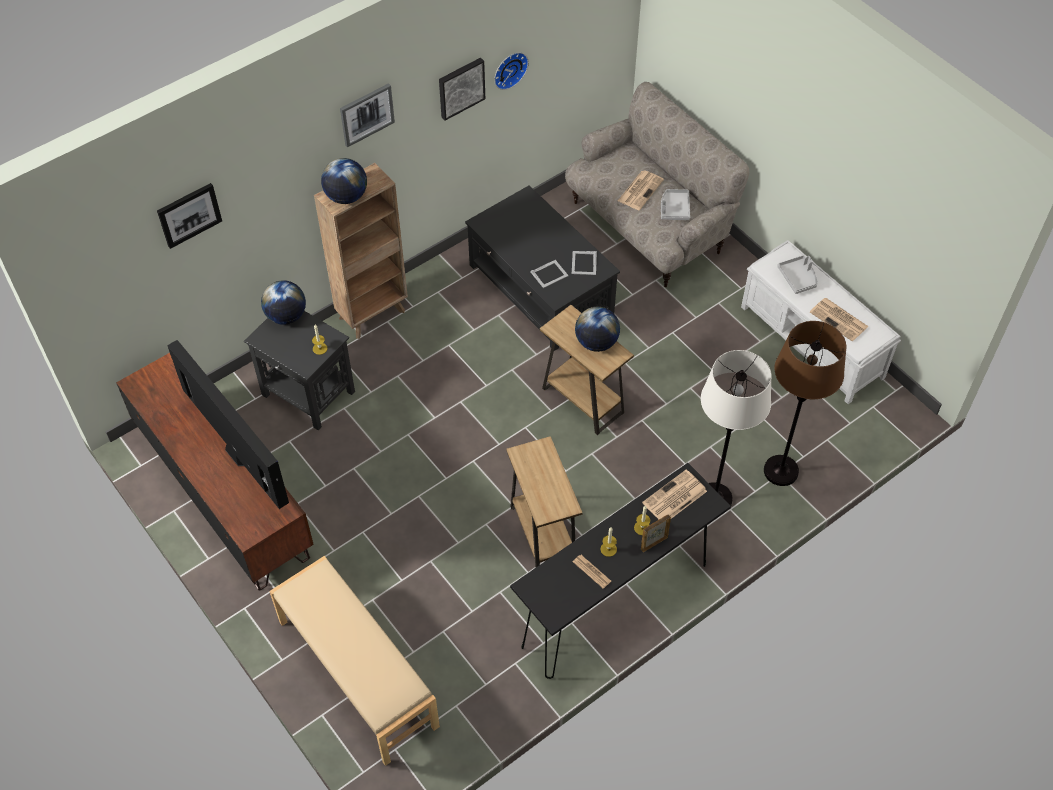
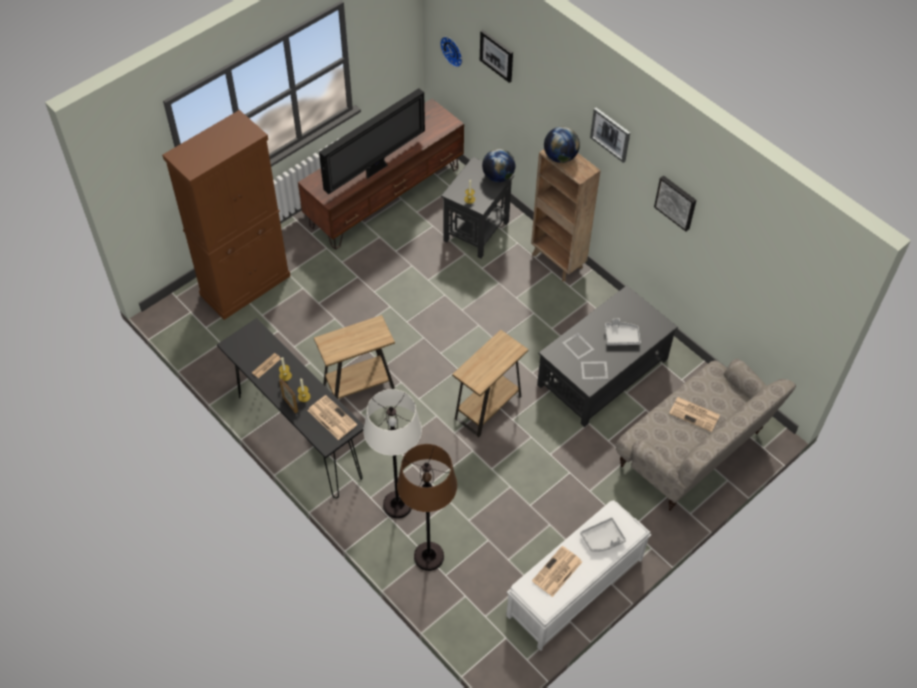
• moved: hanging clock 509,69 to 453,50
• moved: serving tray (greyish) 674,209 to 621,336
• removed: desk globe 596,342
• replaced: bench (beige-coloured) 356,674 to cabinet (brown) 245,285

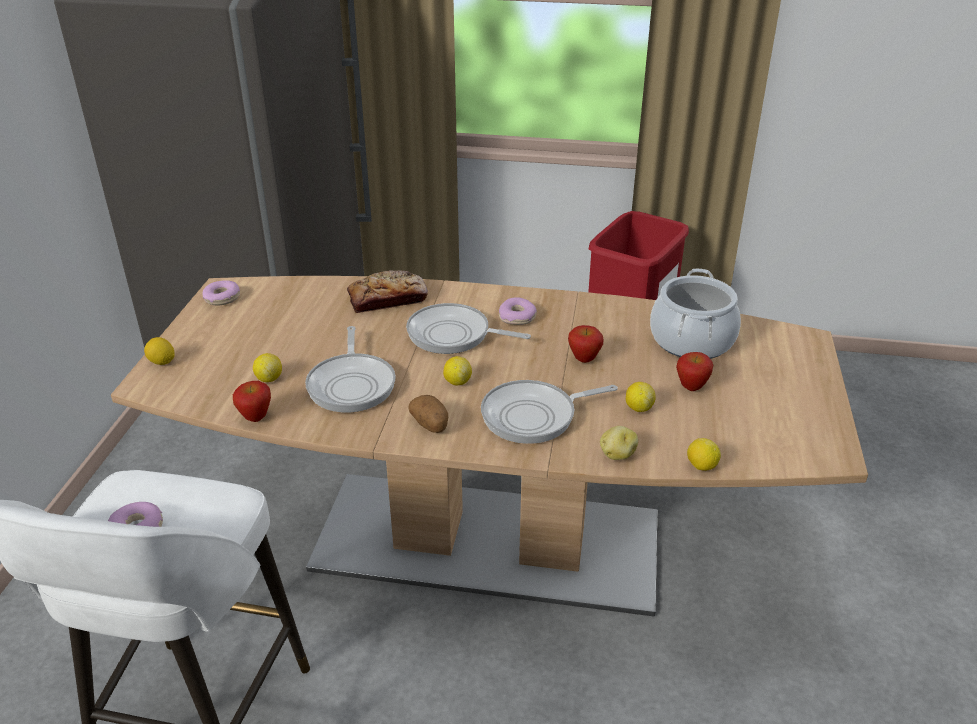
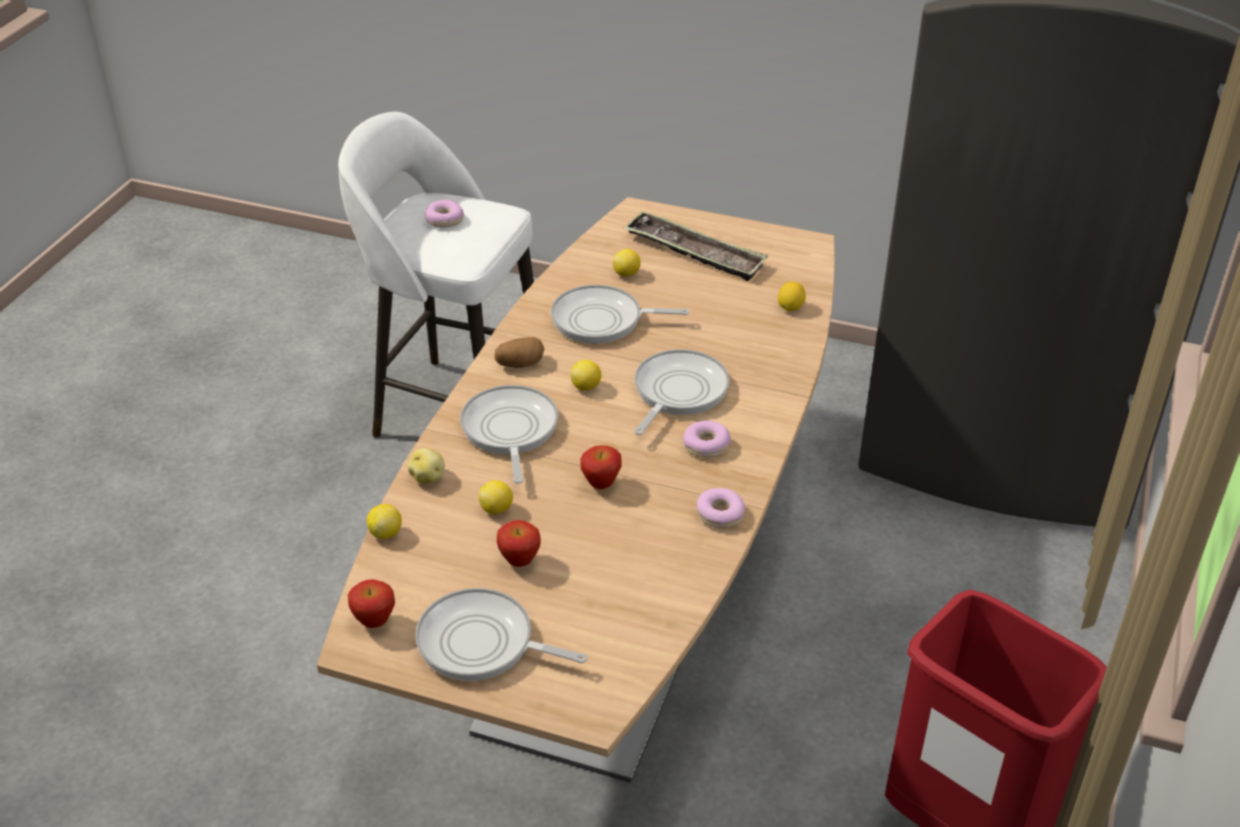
• removed: stockpot 691,340
• removed: bread 388,299
• moved: doughnut 222,298 to 720,514
• moved: whole lemon 162,362 to 790,307
• moved: whole apple 255,418 to 374,622
• added: serving tray 694,253
• added: frying pan 482,644

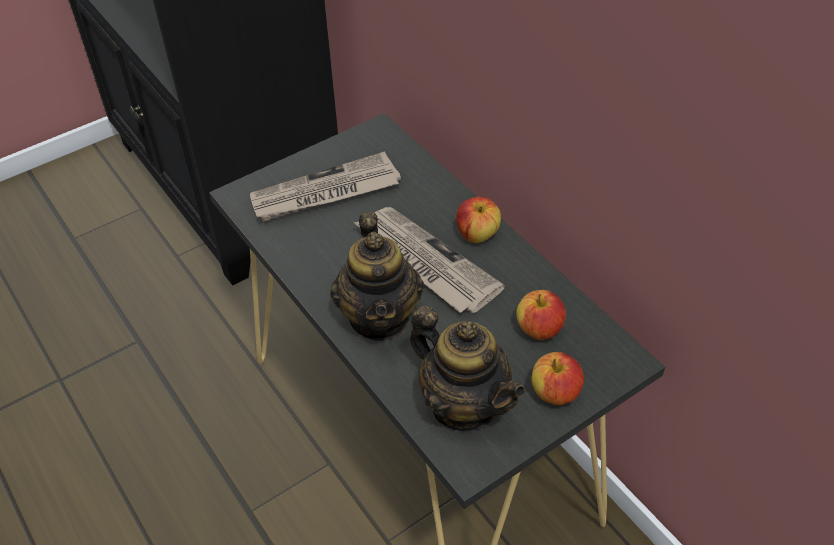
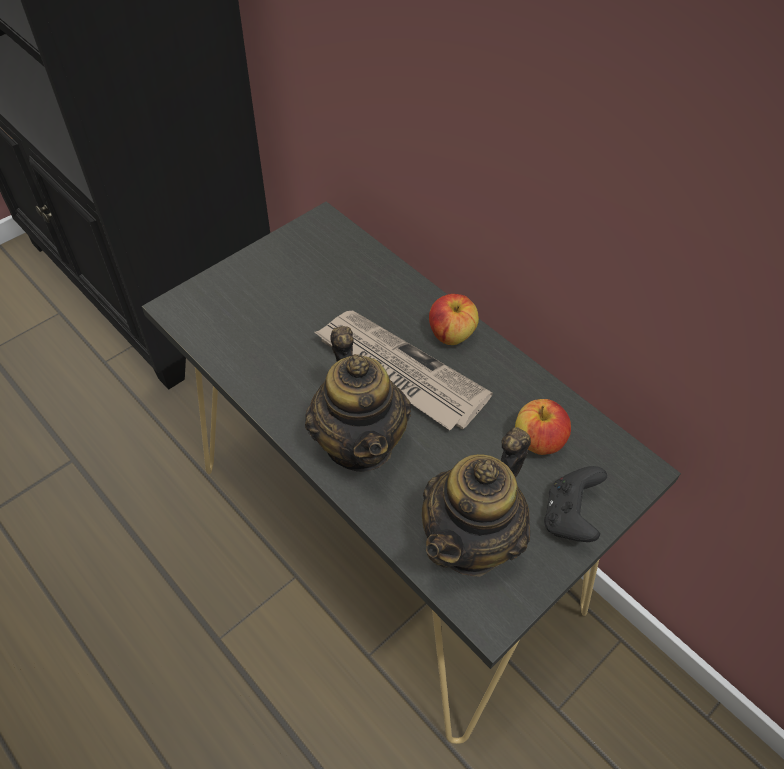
• removed: daily paper 325,193
• turned: tea pot 464,404 = 471,541 90 degrees clockwise
• replaced: whole apple 555,393 to joypad (black) 569,517

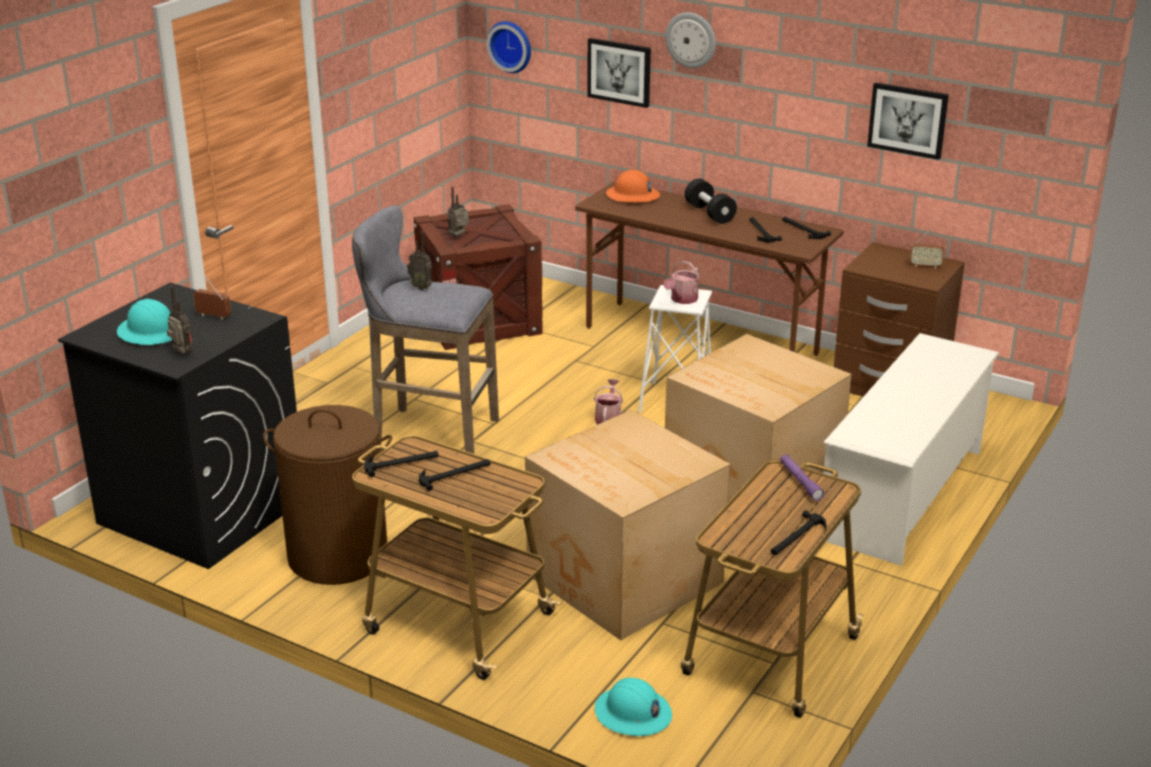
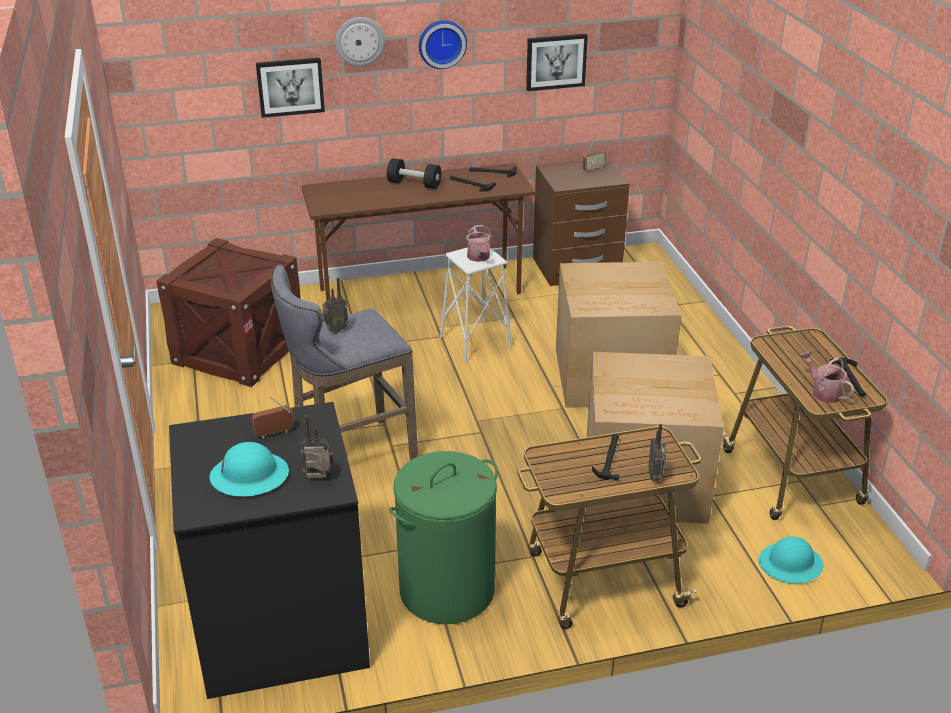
• moved: hanging clock 511,46 to 441,43
• removed: hard hat (orange-coloured) 632,196
• moved: radio receiver 459,236 to 656,476
• removed: shoe shelf (white-coloured) 903,494
• moved: sprinkling can 608,418 to 823,392
• recoloured: washing basket (brown) 338,556 to washing basket (green) 447,589
• removed: tool hammer 401,463
• removed: hand torch (purple) 800,482

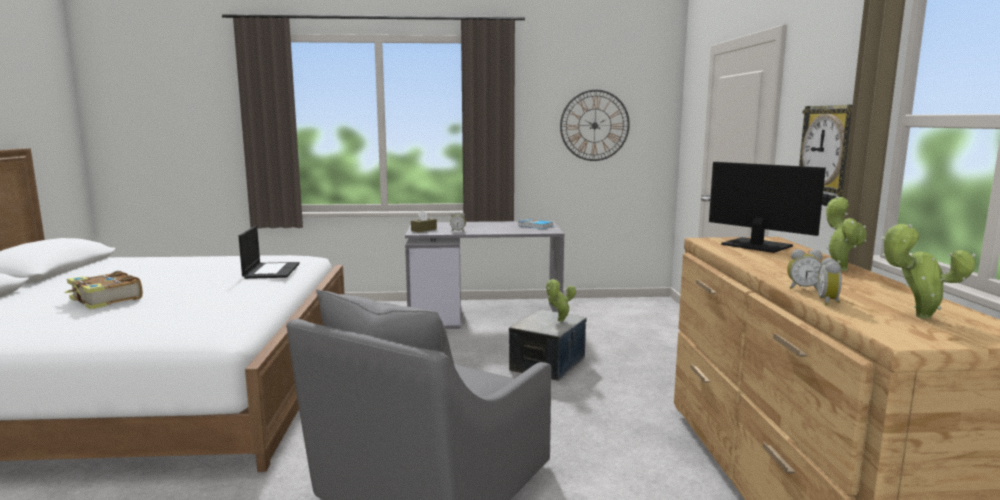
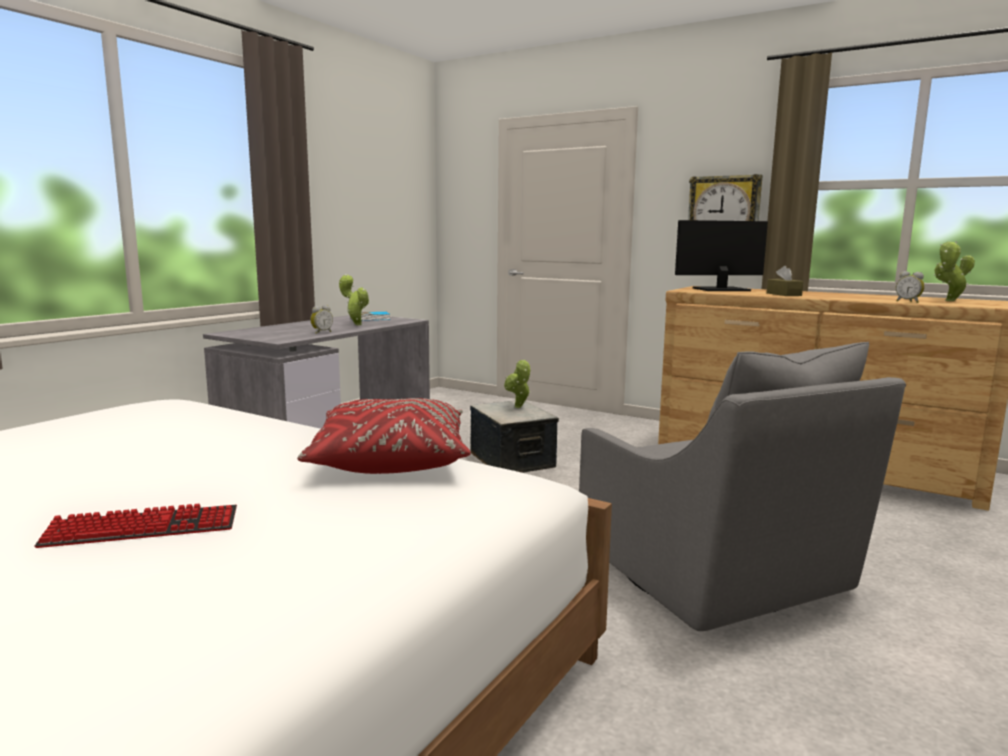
• removed: hanging clock 594,125
• moved: plant in a pot 840,268 to 356,324
• moved: tissue box (brown) 424,230 to 783,294
• removed: notebook computer 271,270
• removed: table clock 802,288
• replaced: book 105,300 to PC keyboard 142,529
• added: pillow (red) 390,460

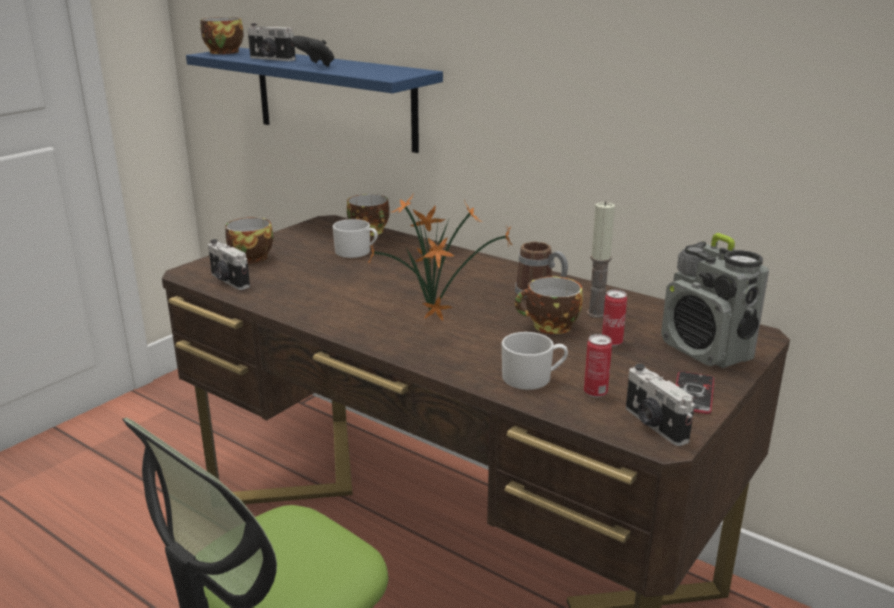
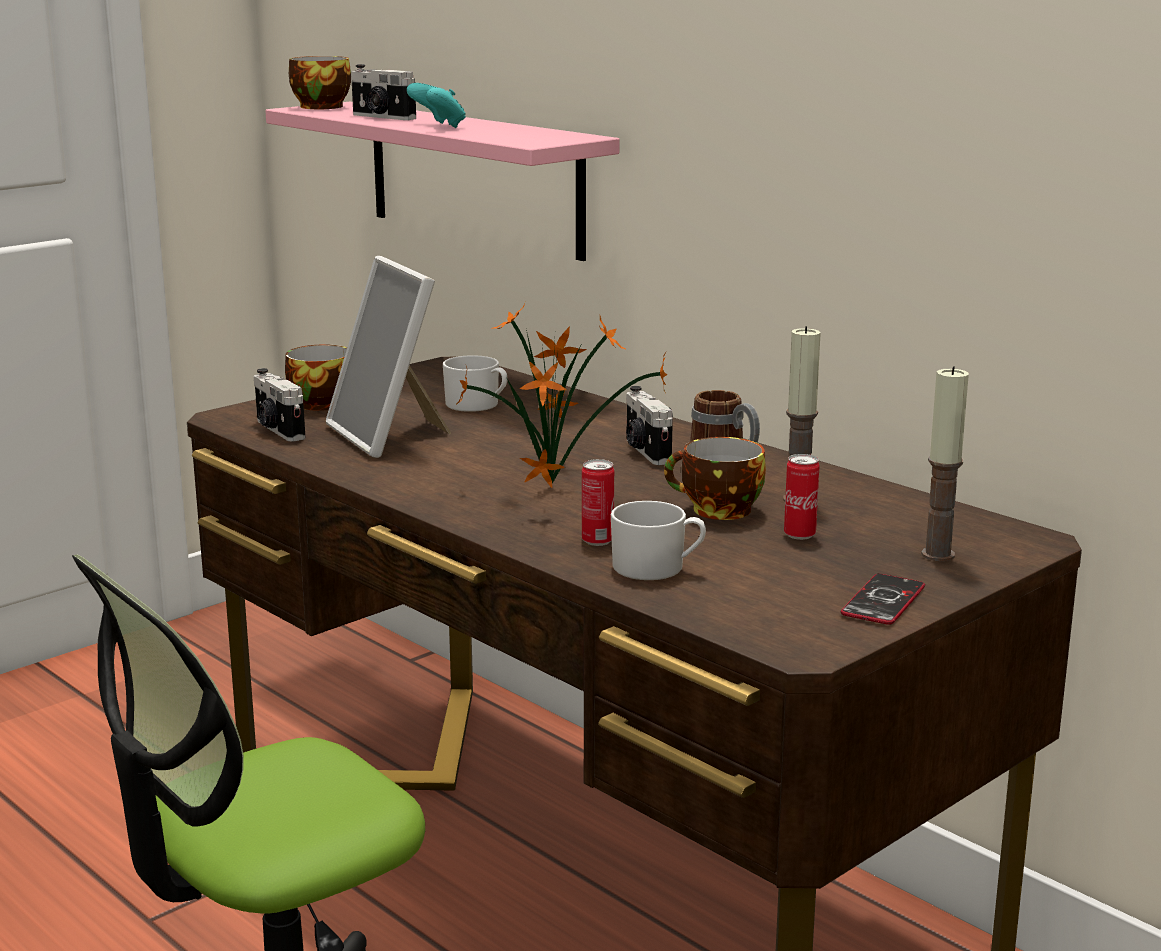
• recoloured: joypad (black) 315,65 to joypad (turquoise) 439,126
• recoloured: shelf (blue) 334,98 to shelf (pinkish) 474,178
• removed: cup 371,232
• replaced: radio receiver 706,351 to candle 938,554
• moved: metal can 595,393 to 597,541
• moved: still camera 654,425 to 645,451
• added: standing frame 390,436

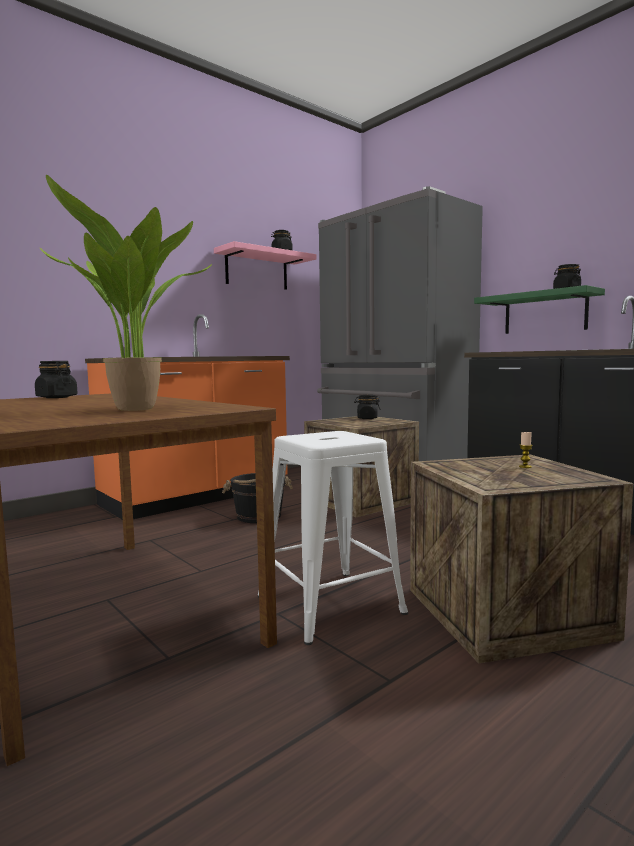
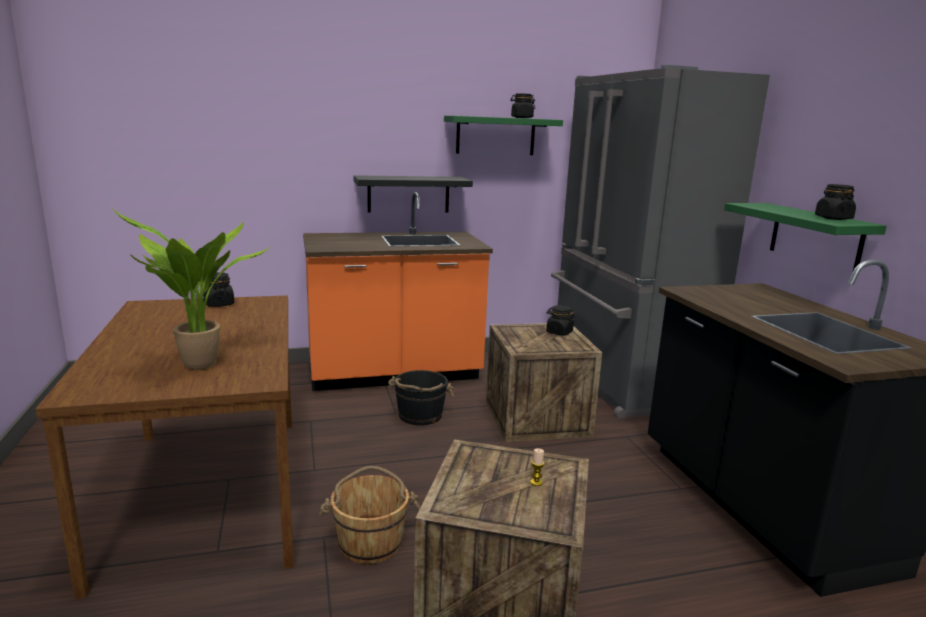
• recoloured: shelf (pinkish) 256,270 to shelf (green) 495,136
• replaced: sitting stool (white-coloured) 330,604 to water bucket (brown) 370,542
• added: shelf (black) 408,194

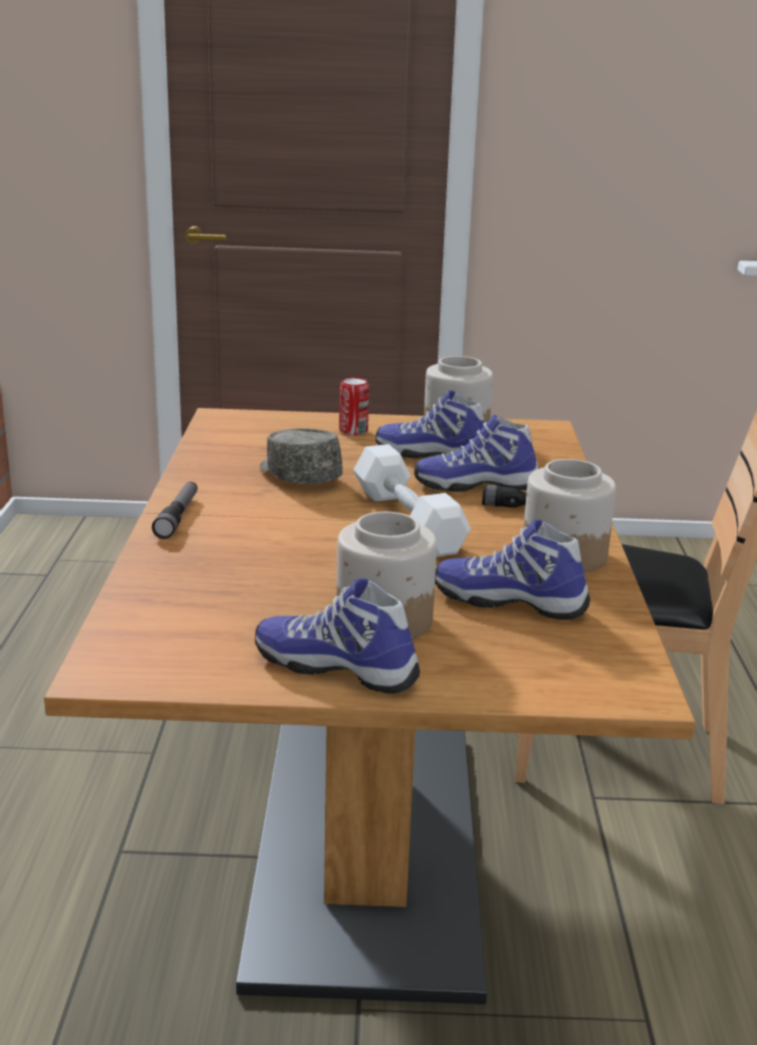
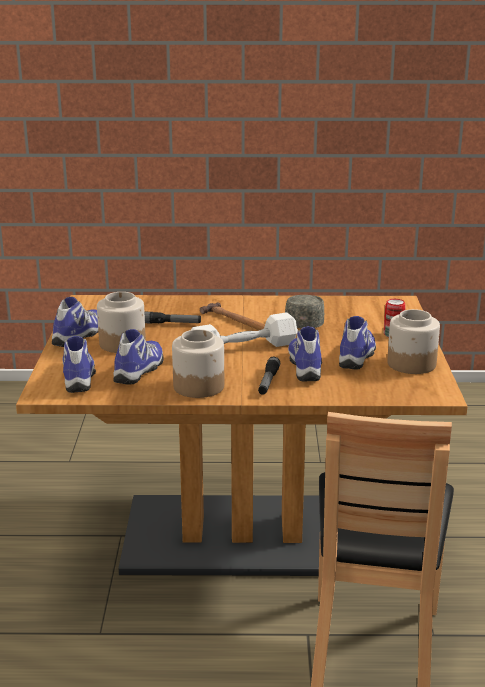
• turned: baseball cap (greyish) 297,475 = 305,322 45 degrees counterclockwise
• moved: hand torch 178,517 to 172,323
• added: tool hammer 236,321
• added: shoe 80,377

